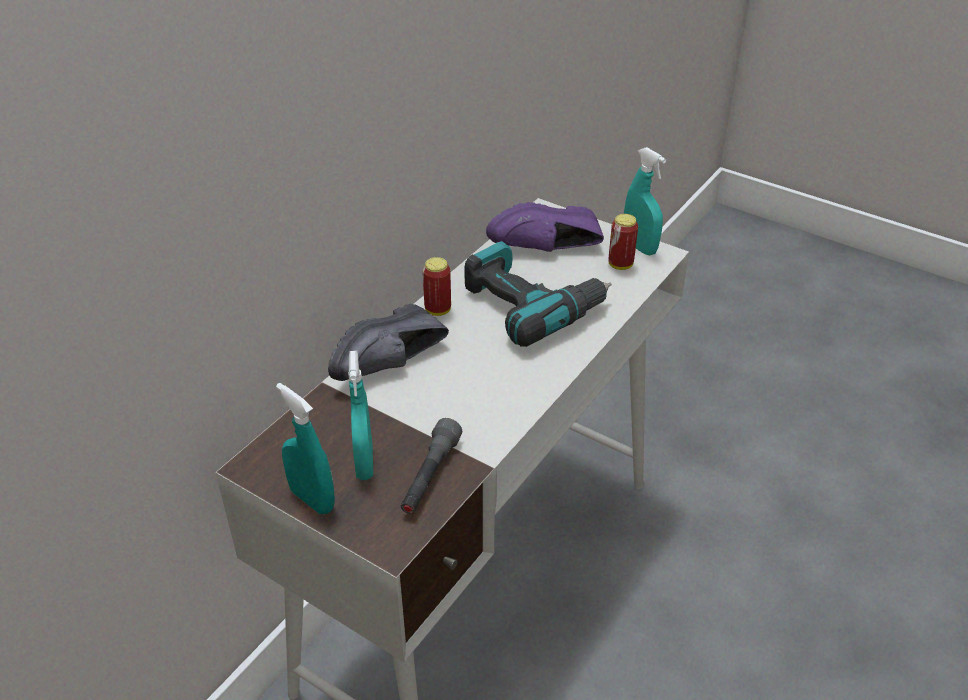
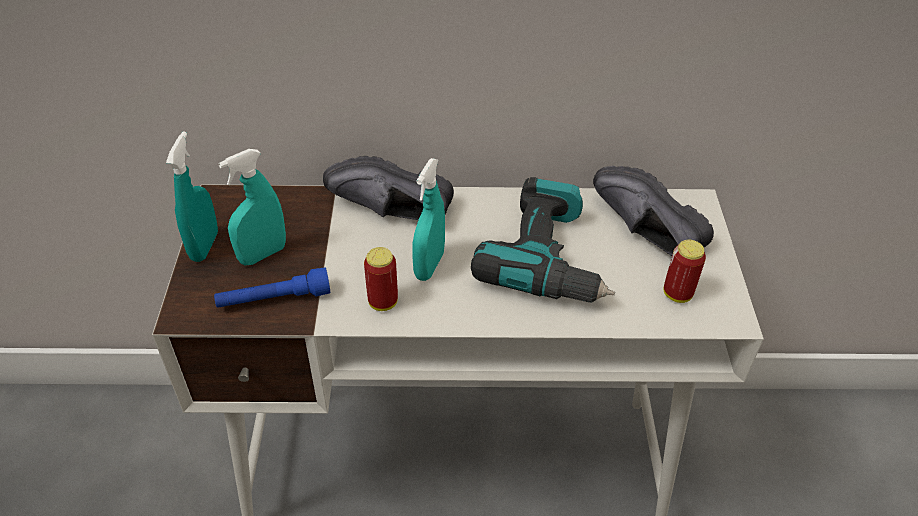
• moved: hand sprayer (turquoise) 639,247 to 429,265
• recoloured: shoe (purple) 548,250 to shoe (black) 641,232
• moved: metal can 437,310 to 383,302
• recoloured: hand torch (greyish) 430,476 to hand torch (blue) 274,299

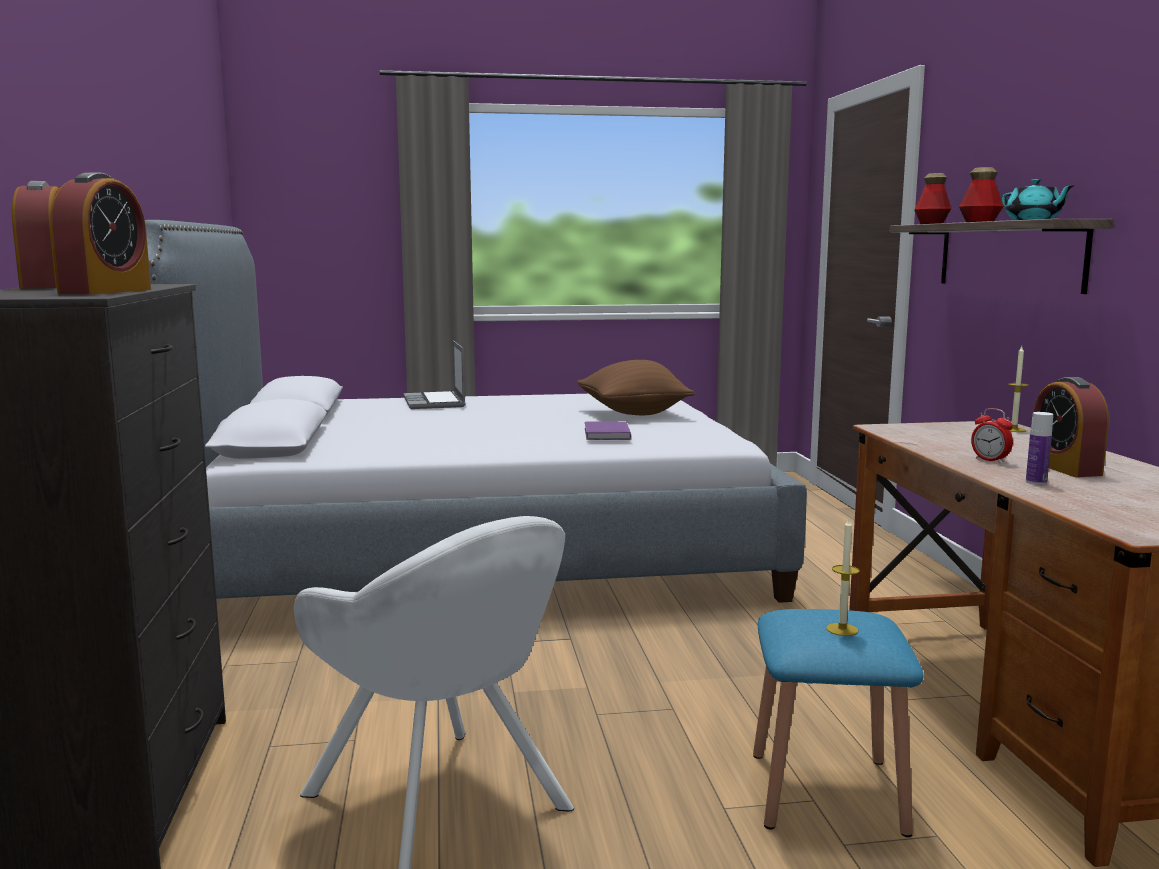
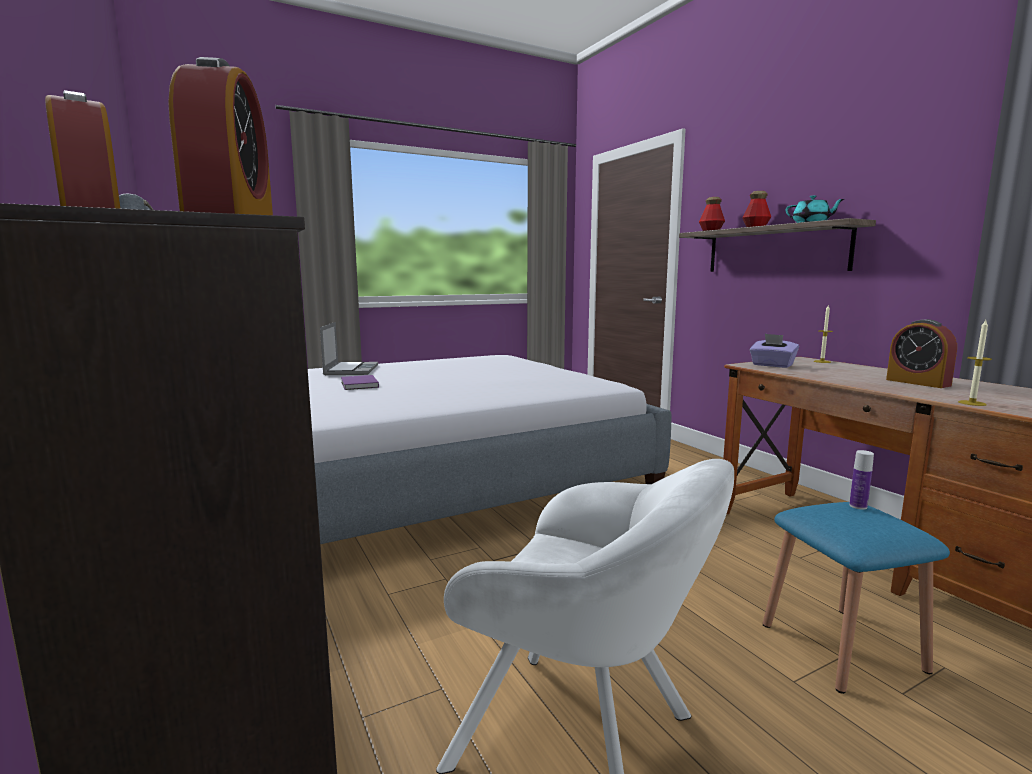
• turned: notebook computer 435,402 = 350,370 150 degrees counterclockwise
• removed: pillow (brown) 633,414
• removed: table clock 990,460
• moved: bottle 1036,482 to 858,506
• moved: book (purple) 606,434 to 358,385
• moved: candle 842,629 to 972,403
• added: tissue box (purple) 772,365

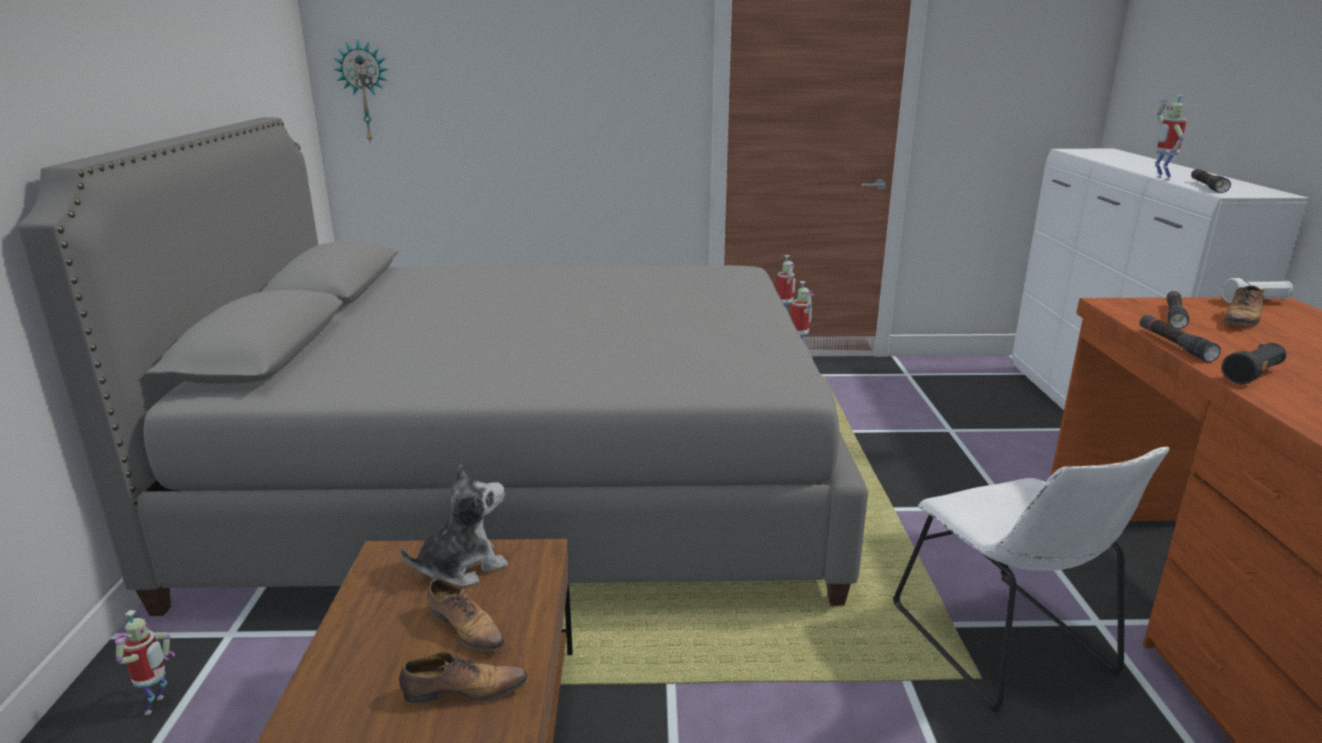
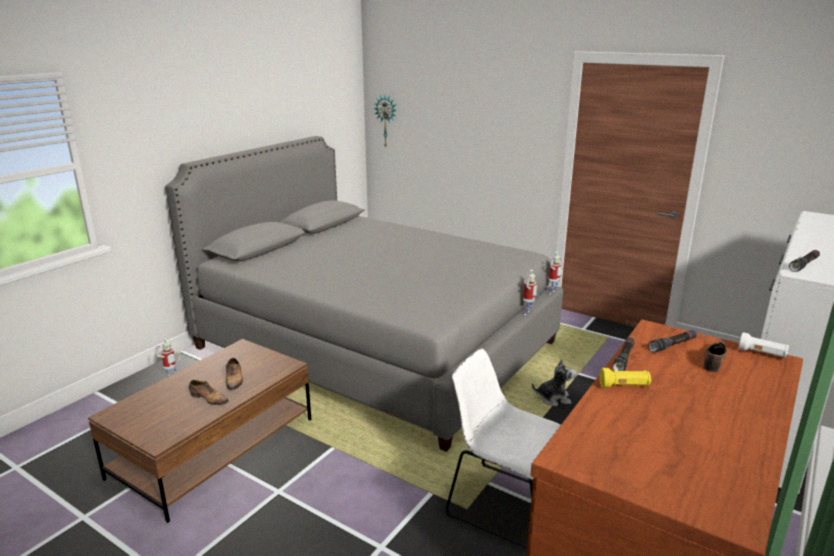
• removed: model robot 1160,178
• turned: shoe 1241,320 = 714,360 135 degrees clockwise
• recoloured: hand torch (black) 1252,375 to hand torch (yellow) 624,386
• turned: plain chair (white-coloured) 1006,645 = 502,503 105 degrees clockwise
• moved: soft toy 462,567 to 553,398

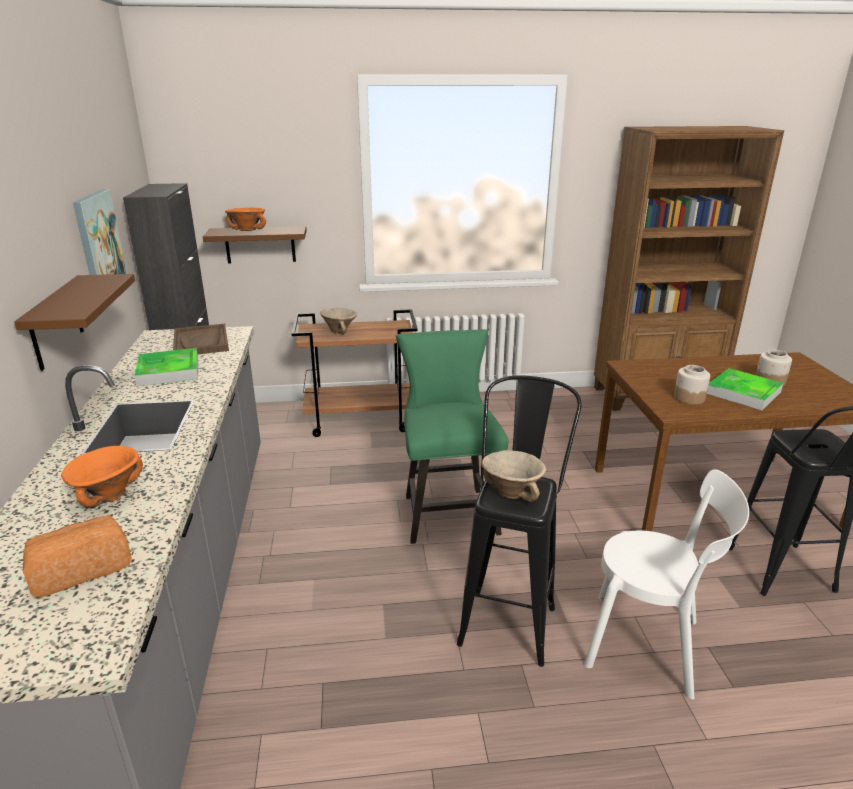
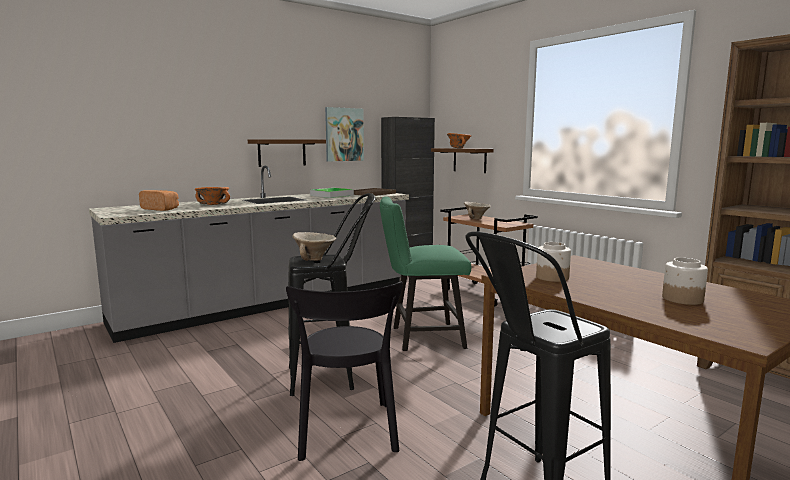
• turned: plain chair (green) 447,510 = 421,337 150 degrees counterclockwise
• removed: serving tray 743,393
• recoloured: plain chair (white-coloured) 649,645 to plain chair (black) 346,433

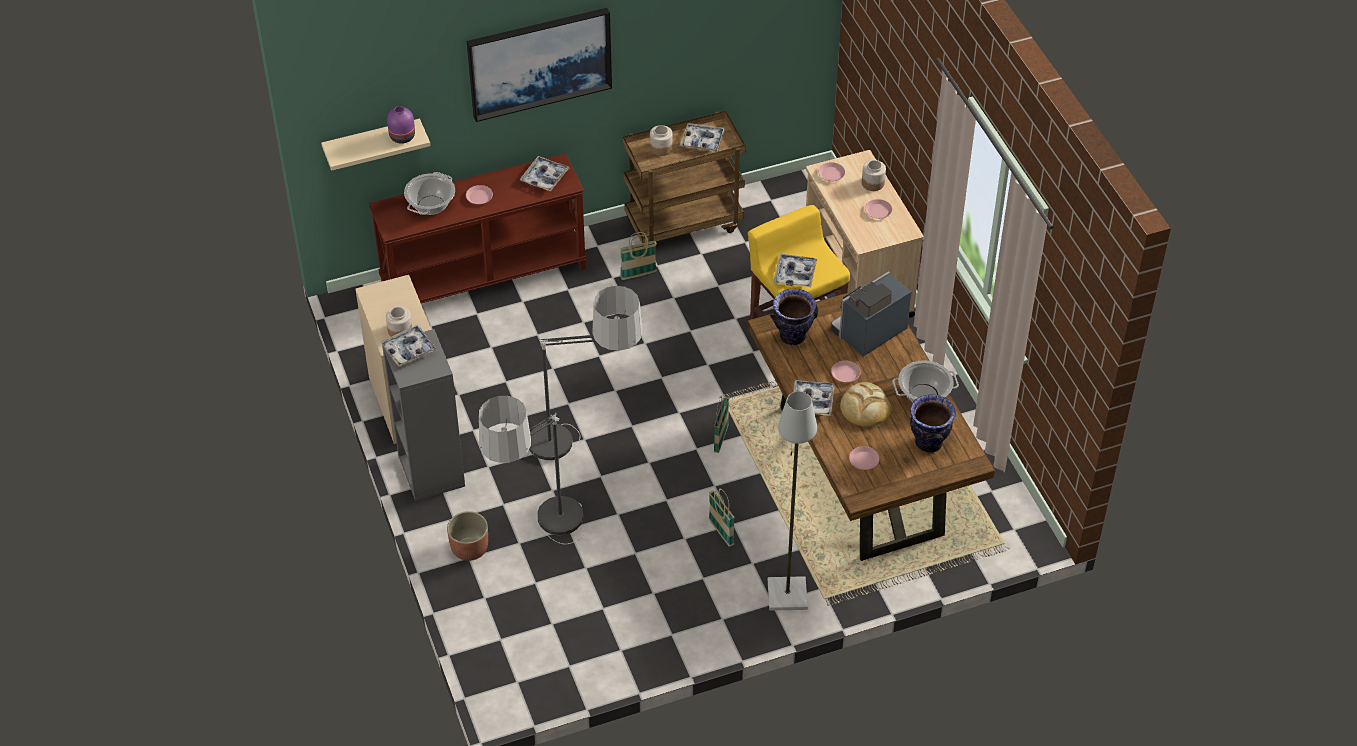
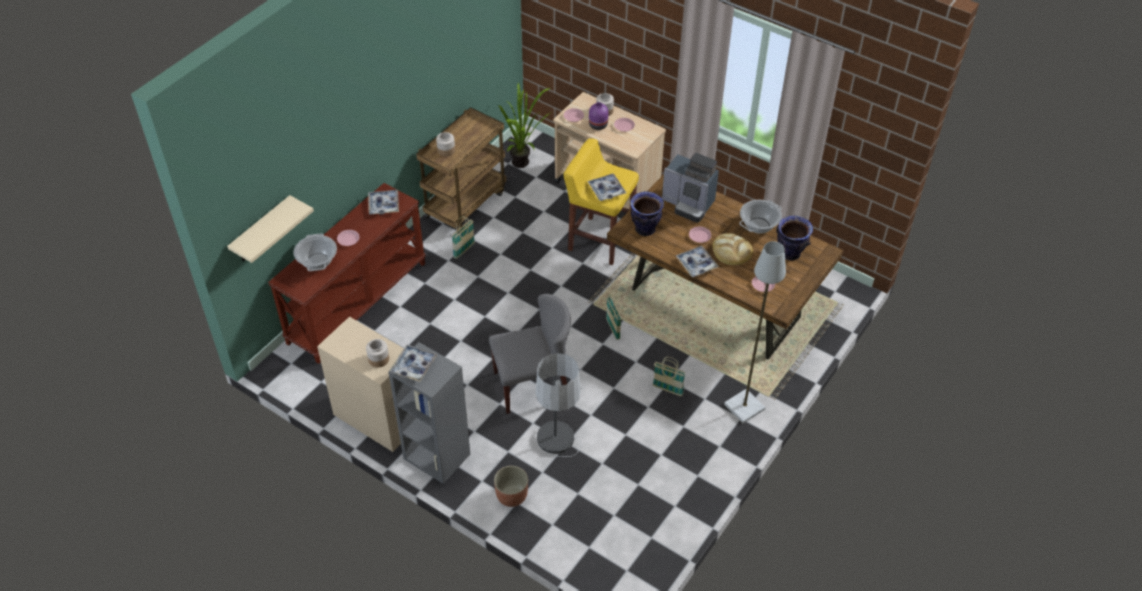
• removed: picture 539,62
• moved: vase (purple) 402,136 to 597,125
• removed: serving tray 702,141
• turned: coffee maker 868,333 = 688,204 75 degrees counterclockwise
• replaced: standing lamp 585,452 to plain chair (greyish) 532,385
• added: plant in a pot 524,164

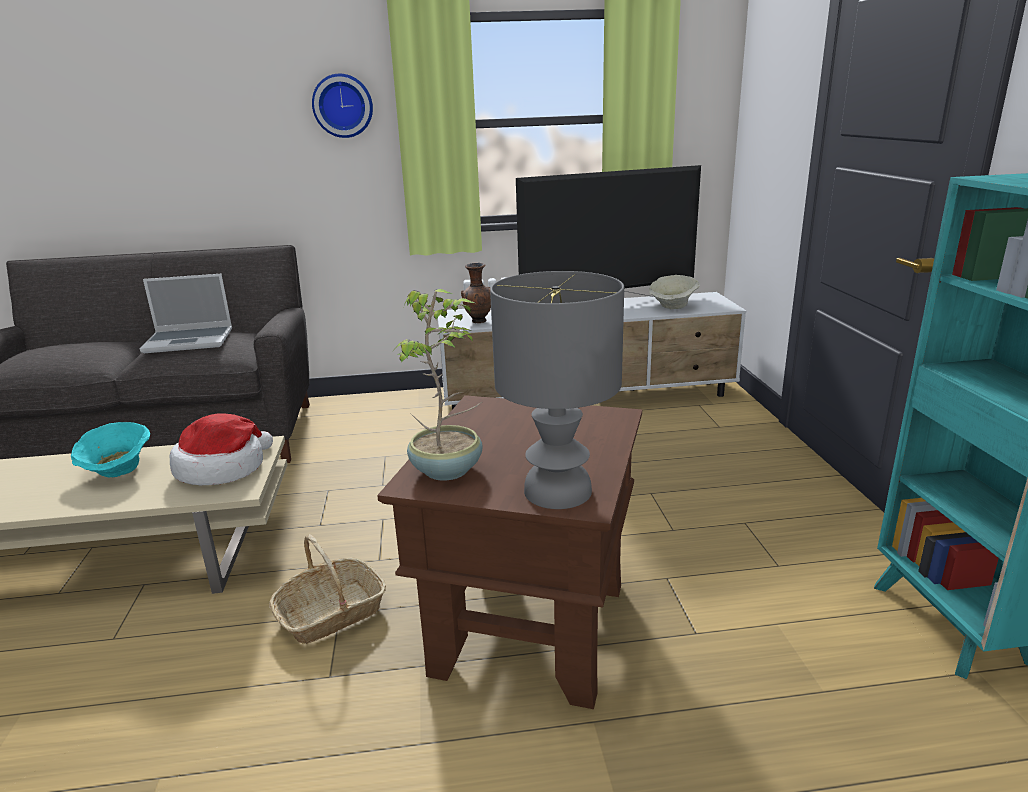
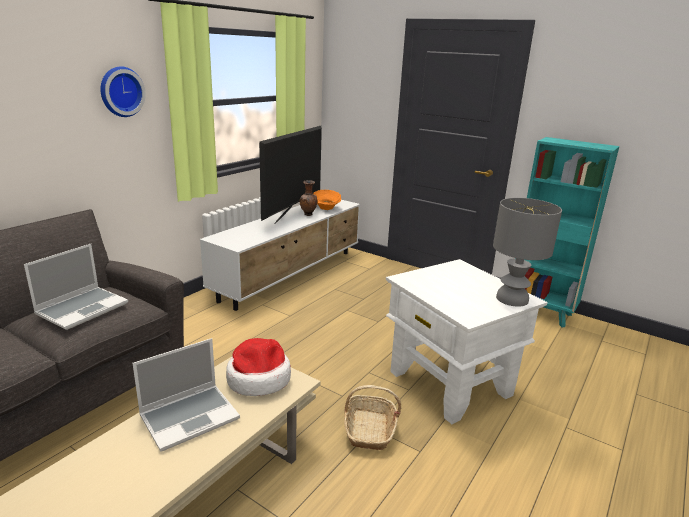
• moved: vase (brown) 478,322 to 308,215
• recoloured: deep dish (beige-coloured) 673,307 to deep dish (orange-coloured) 326,208
• removed: plant in a pot 448,470
• recoloured: accent table (brown) 529,628 to accent table (white-coloured) 449,383
• replaced: deep dish (turquoise) 118,472 to notebook computer 190,416

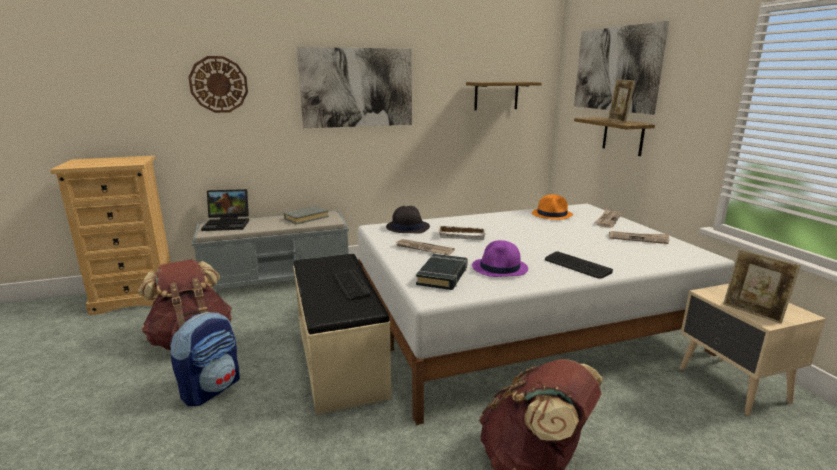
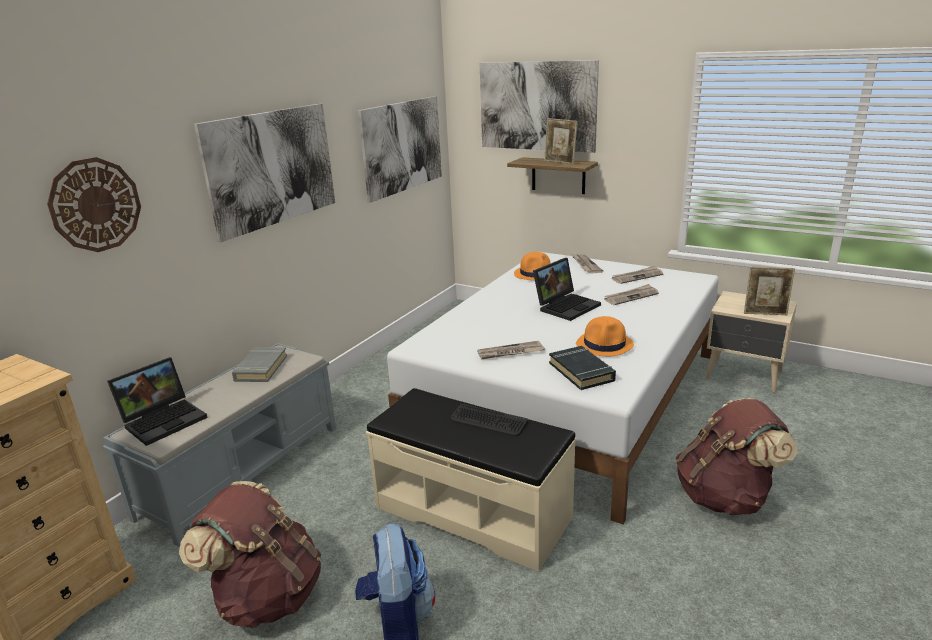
• replaced: shelf 496,95 to picture 402,146
• removed: clothing hat (black) 407,227
• removed: serving tray (white-coloured) 462,235
• recoloured: clothing hat (purple) 500,268 to clothing hat (orange-coloured) 605,345
• removed: PC keyboard 577,266
• added: notebook computer 566,306
• added: daily paper 631,296

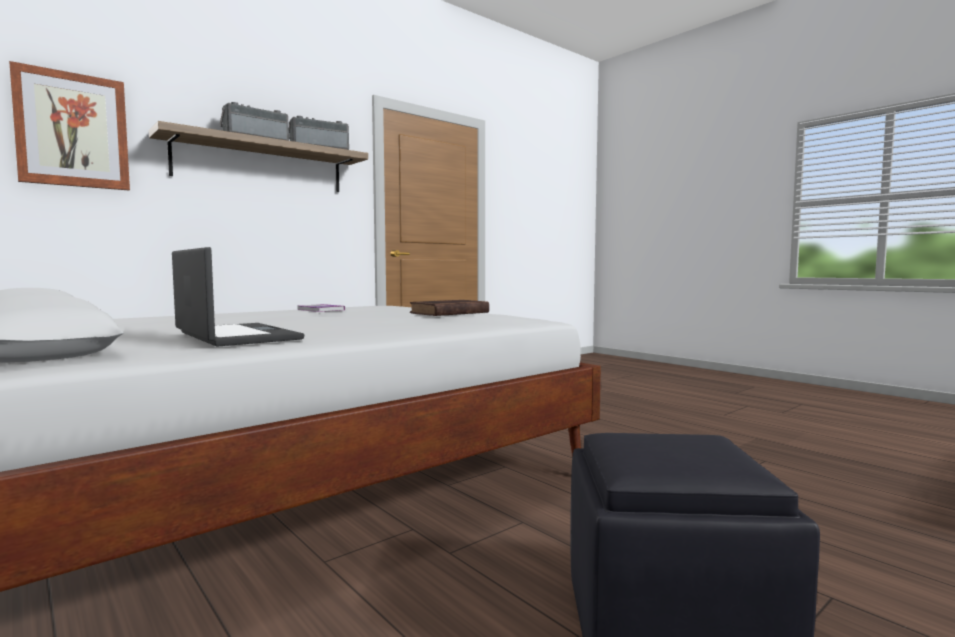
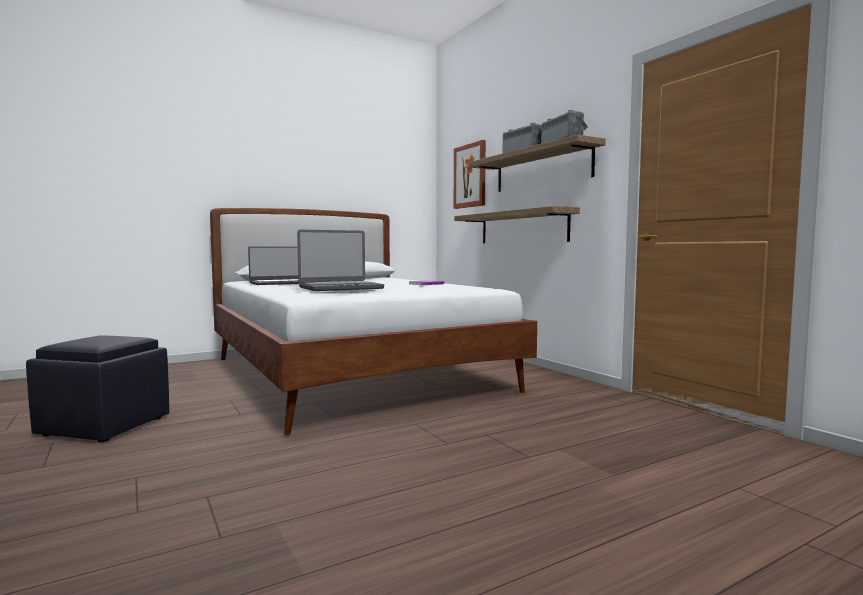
• replaced: book (brown) 447,313 to notebook computer 340,288
• added: shelf 522,227

